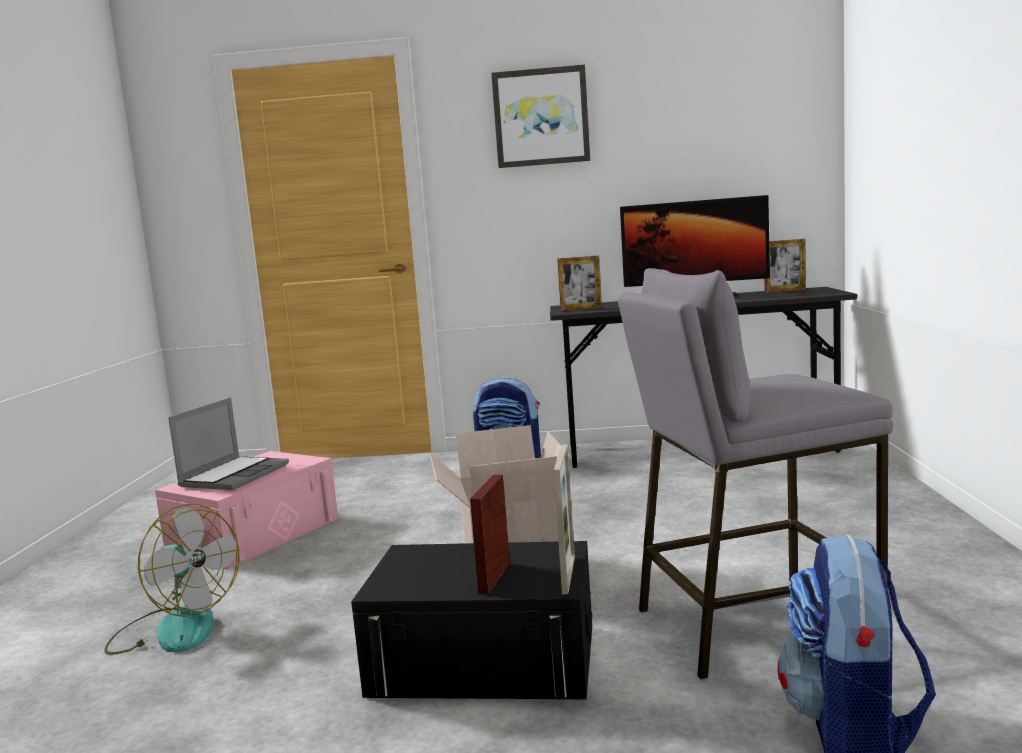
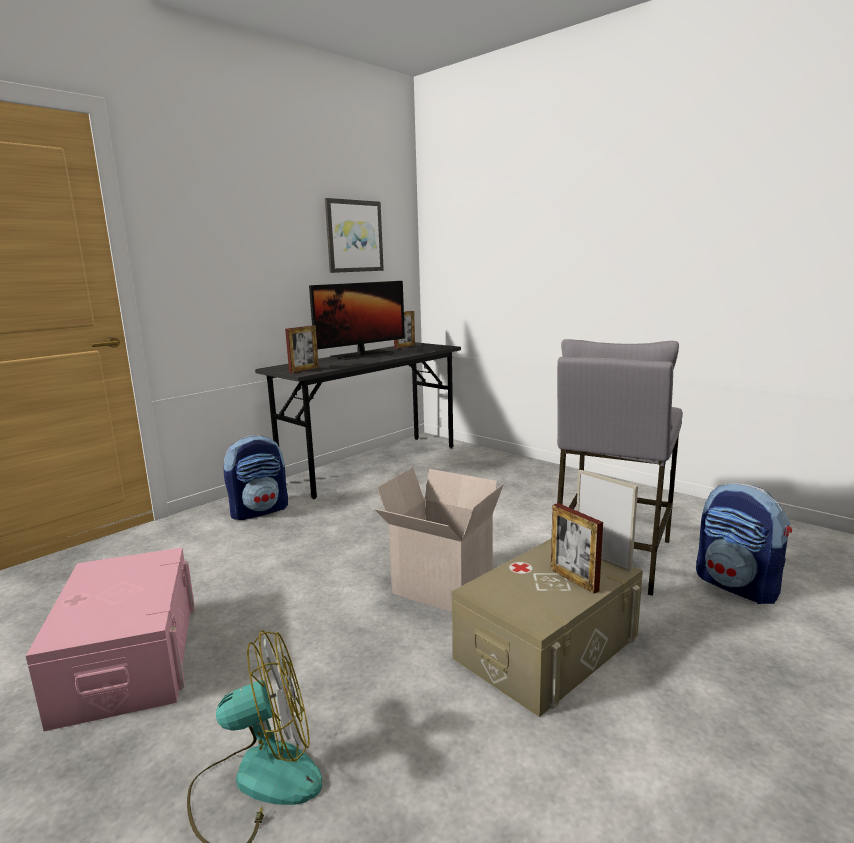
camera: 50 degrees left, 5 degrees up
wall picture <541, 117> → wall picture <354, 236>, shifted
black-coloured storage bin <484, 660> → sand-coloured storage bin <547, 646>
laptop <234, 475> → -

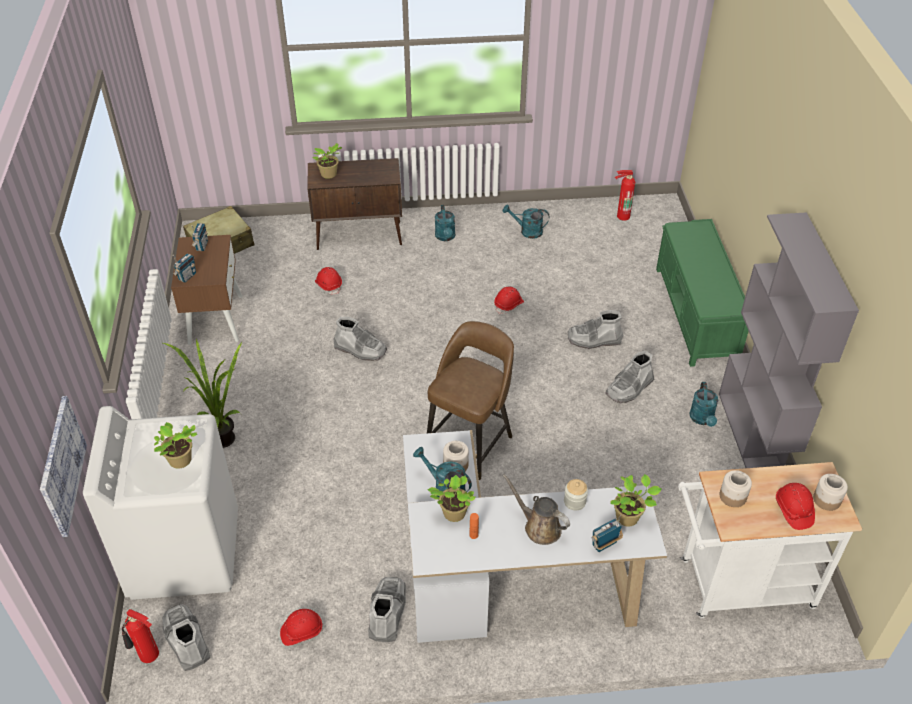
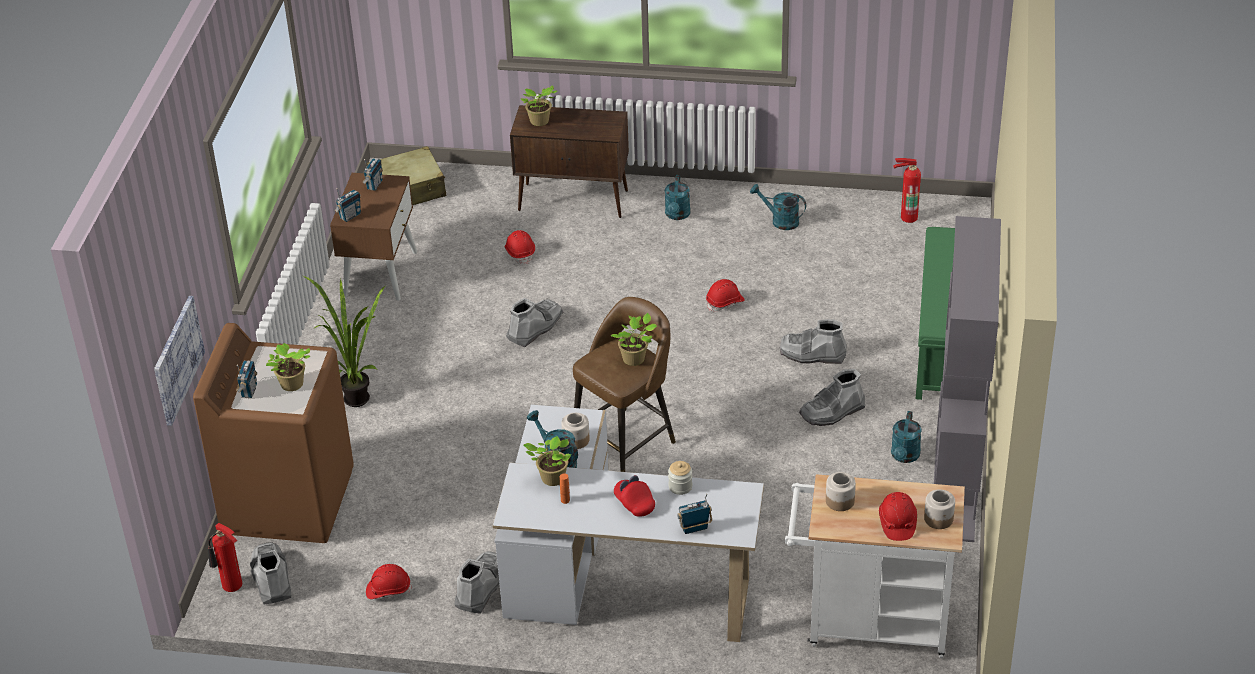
camera: 15 degrees right, 5 degrees down
white-coloured washing machine <184, 553> → brownish washing machine <289, 501>
- → radio <248, 391>
greyish boot <360, 349> → greyish boot <534, 328>, 90 degrees counterclockwise
plant in a pot <629, 517> → plant in a pot <635, 359>, shifted
brownish watering can <539, 527> → red-coloured cap <634, 503>

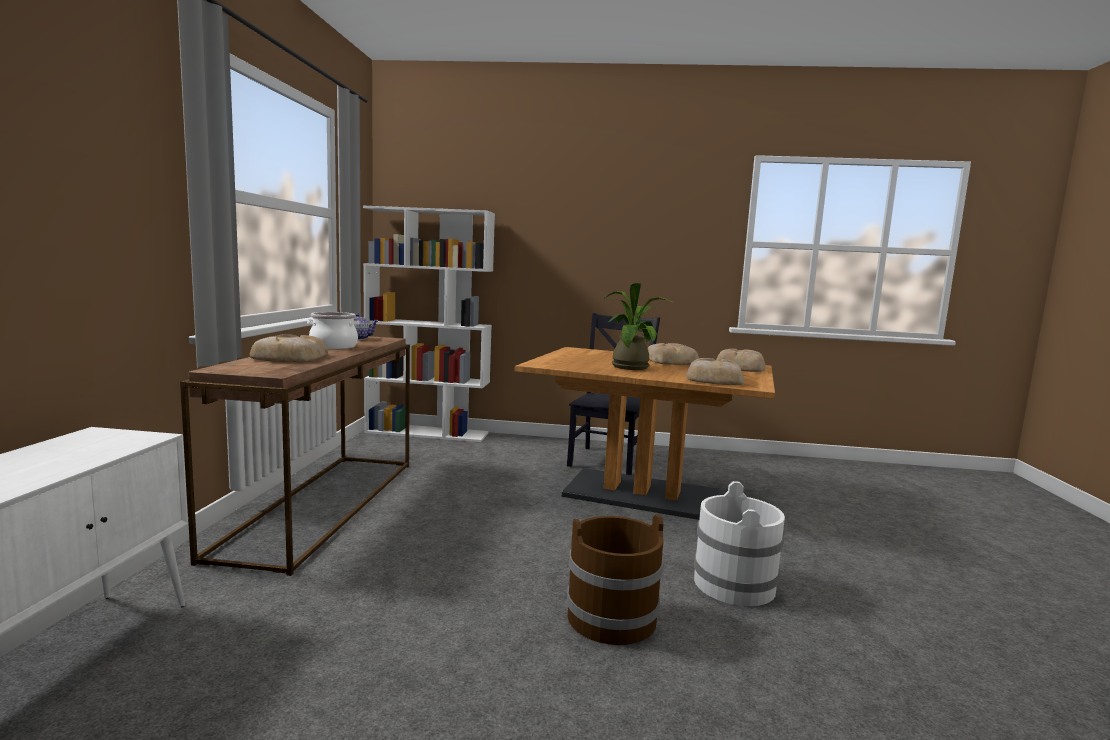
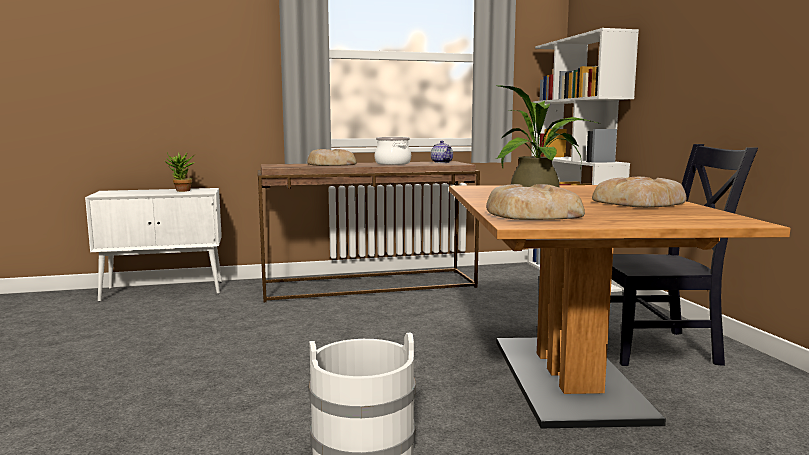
camera: 70 degrees right, 0 degrees up
- → plant in a pot <181, 191>
brownish pail <612, 617> → -
baked bread <740, 367> → -

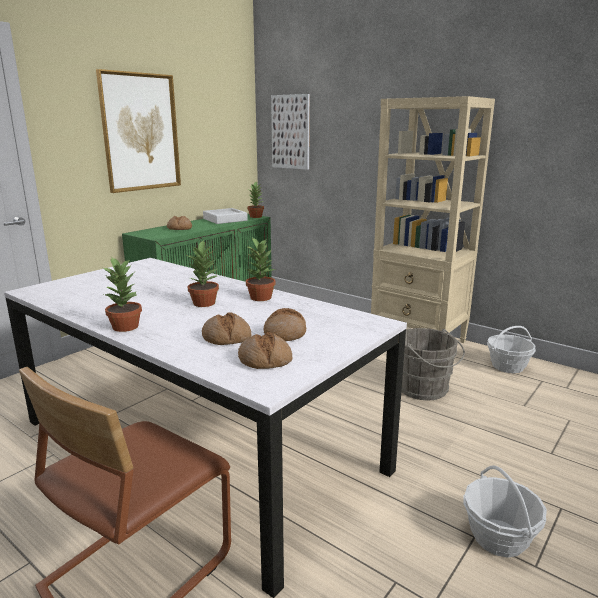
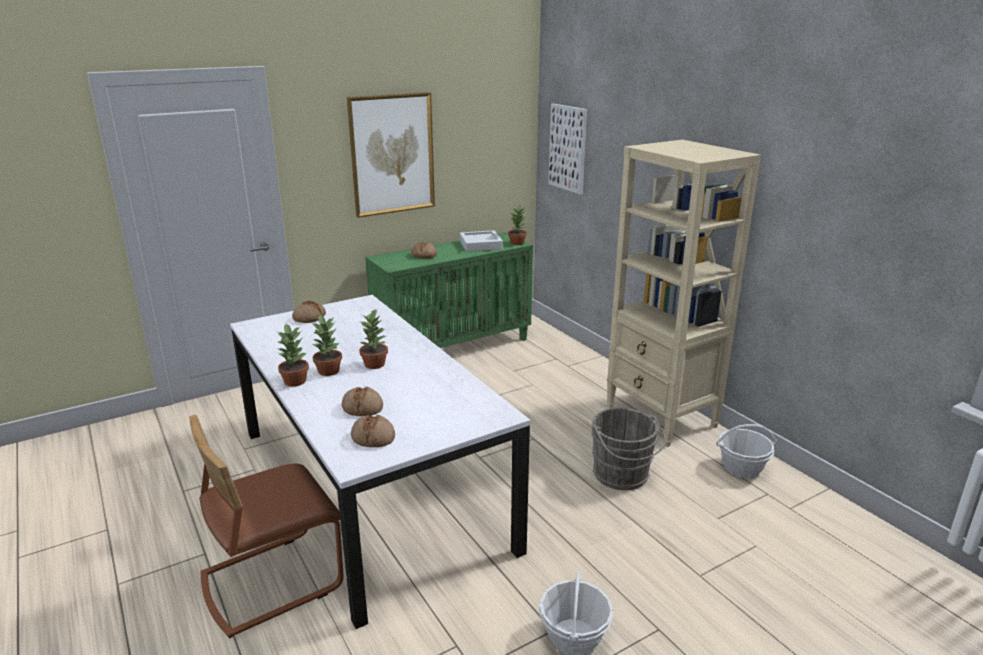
camera: 20 degrees right, 5 degrees up
baked bread <285, 333> → baked bread <309, 317>, shifted
plant in a pot <261, 297> → plant in a pot <329, 371>, shifted

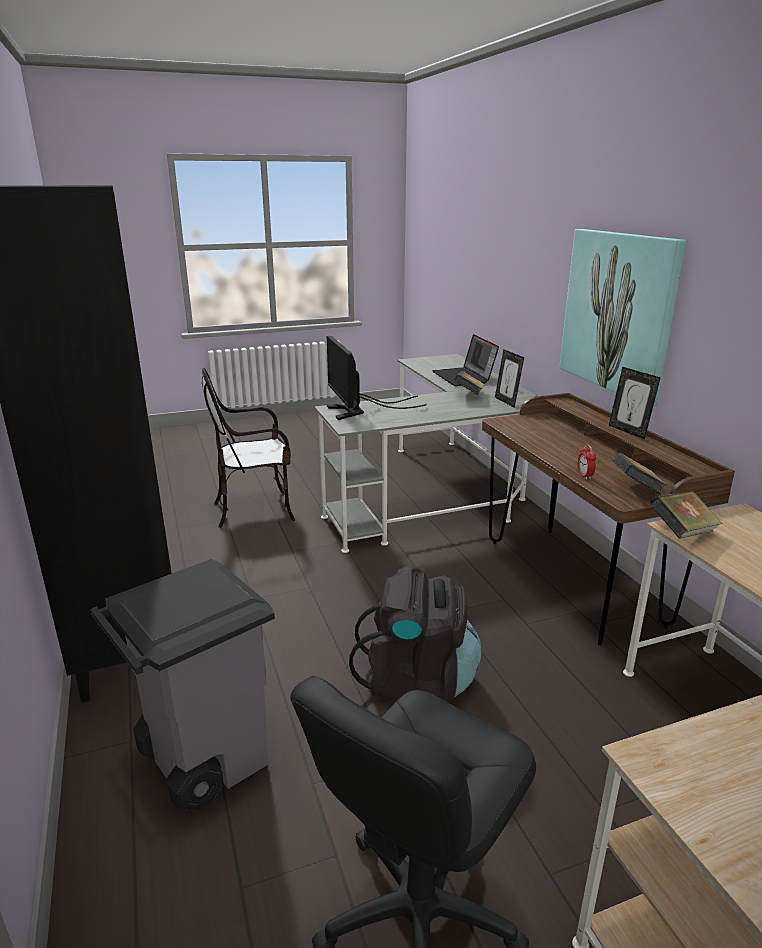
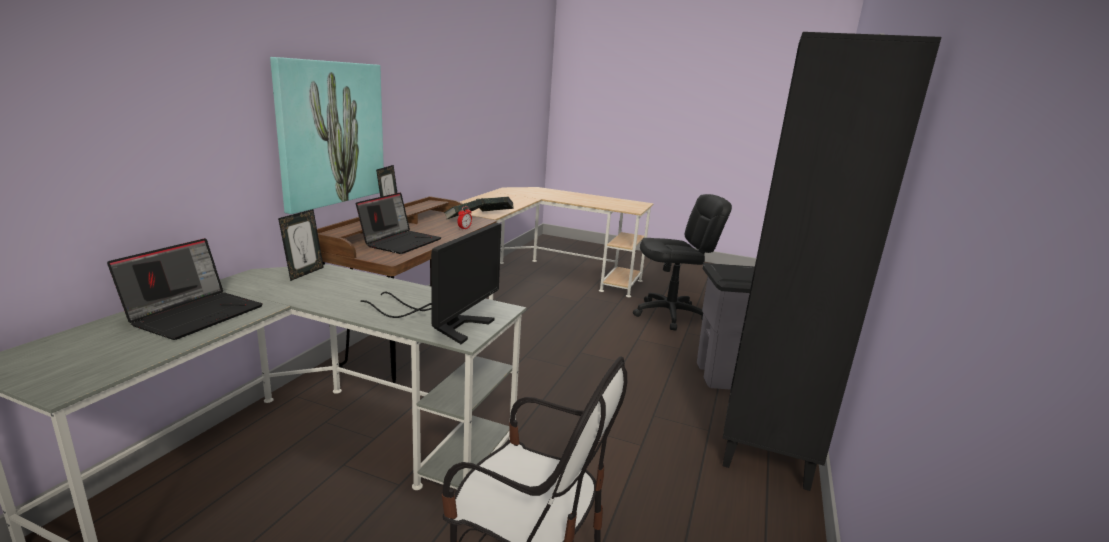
camera: 140 degrees left, 5 degrees down
- → laptop <401, 242>
black-coloured backpack <417, 679> → -
volume <469, 395> → -

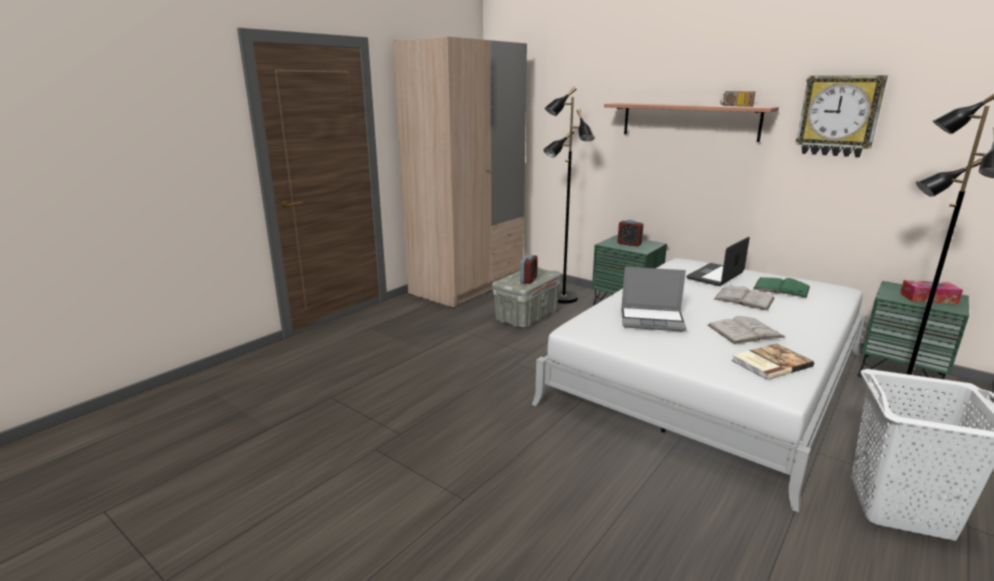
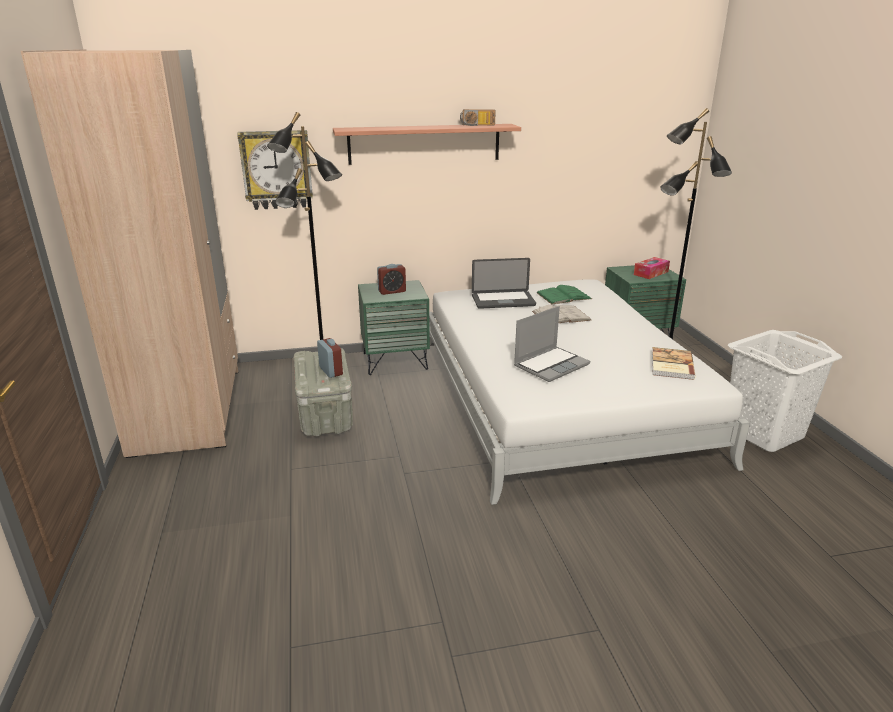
camera: 50 degrees left, 5 degrees up
hanging clock <838, 116> → hanging clock <276, 170>, shifted
laptop <715, 275> → laptop <503, 301>, 90 degrees counterclockwise
white-coloured volume <745, 331> → -

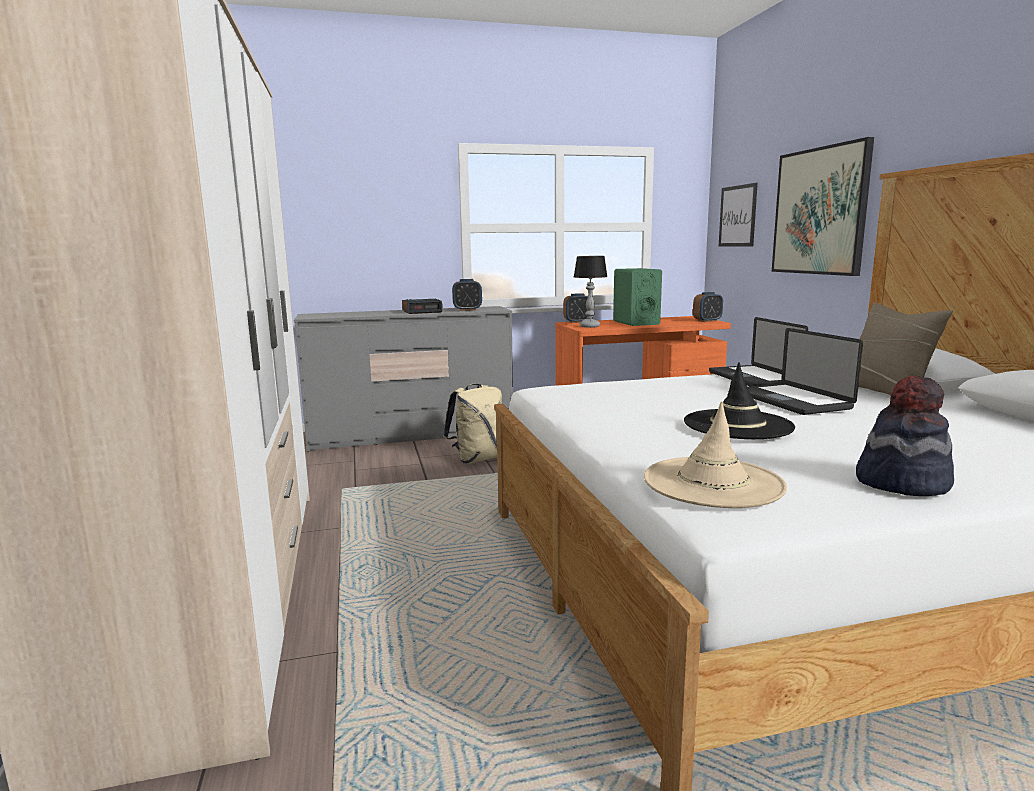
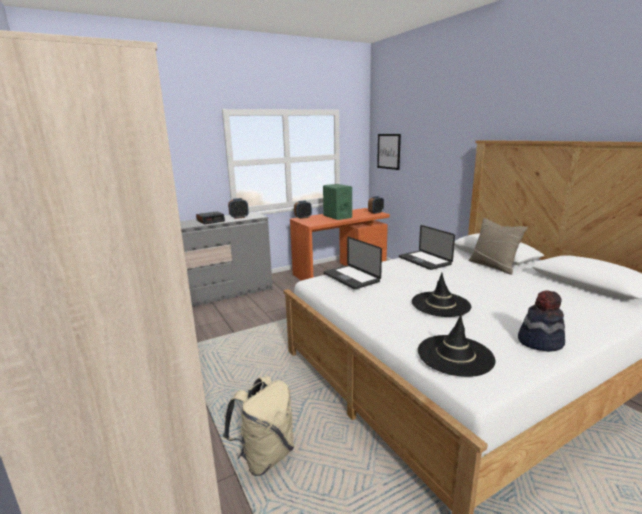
camera: 15 degrees left, 5 degrees up
sand-coloured backpack <477, 459> → sand-coloured backpack <265, 456>, shifted
laptop <791, 401> → laptop <351, 278>, shifted
sand-coloured clothing hat <712, 482> → black-coloured clothing hat <455, 355>
lamp for a table <590, 326> → -
wall picture <820, 211> → -

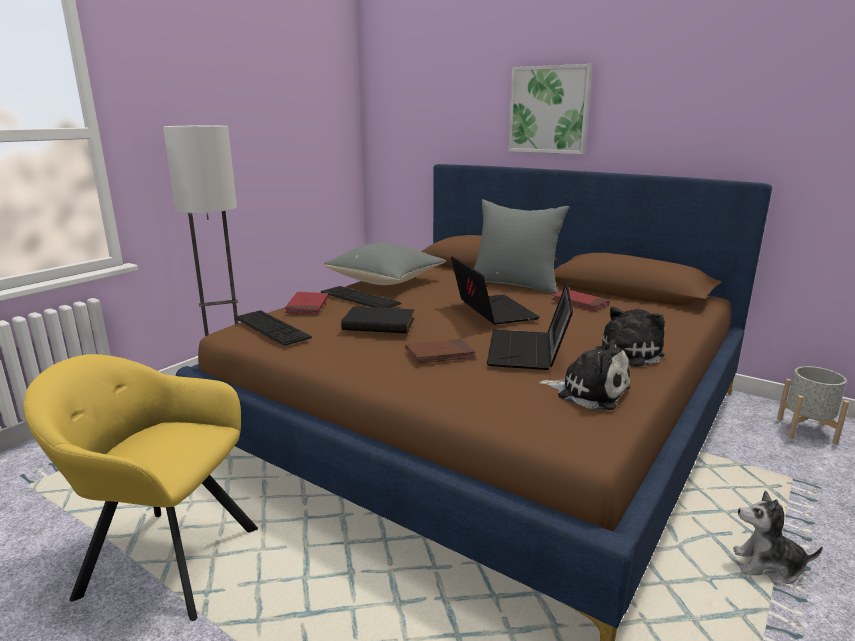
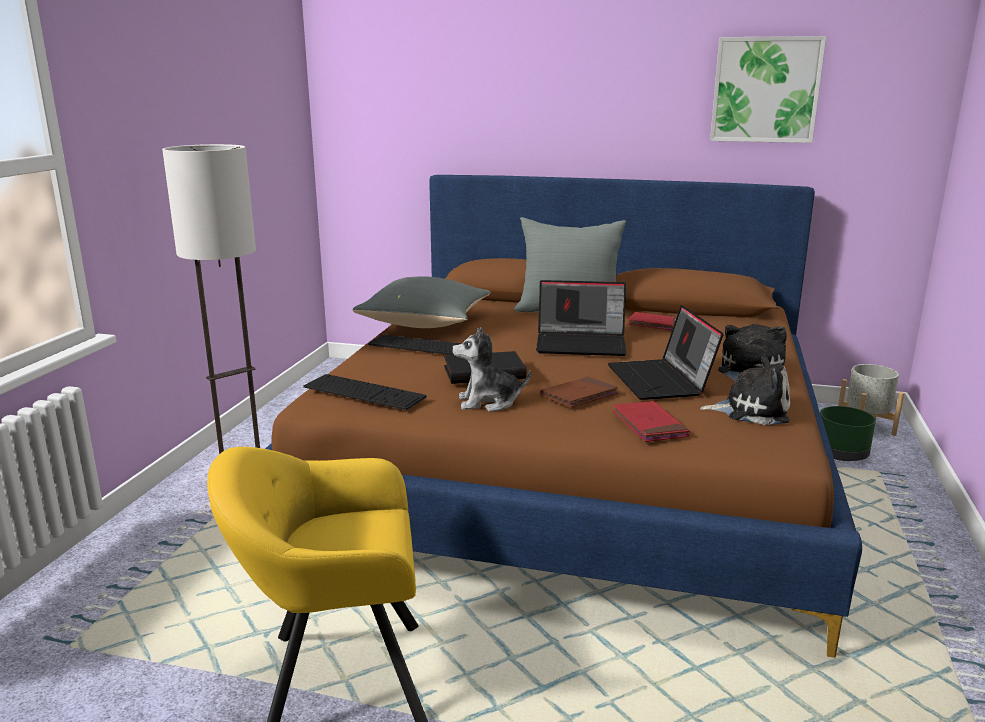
camera: 20 degrees left, 0 degrees up
soft toy <768, 566> → soft toy <488, 402>, shifted
laptop <491, 311> → laptop <582, 344>, 135 degrees clockwise
red-coloured volume <307, 306> → red-coloured volume <649, 425>, shifted
wall picture <549, 110> → wall picture <765, 90>, shifted
- → green-coloured plant pot <841, 453>

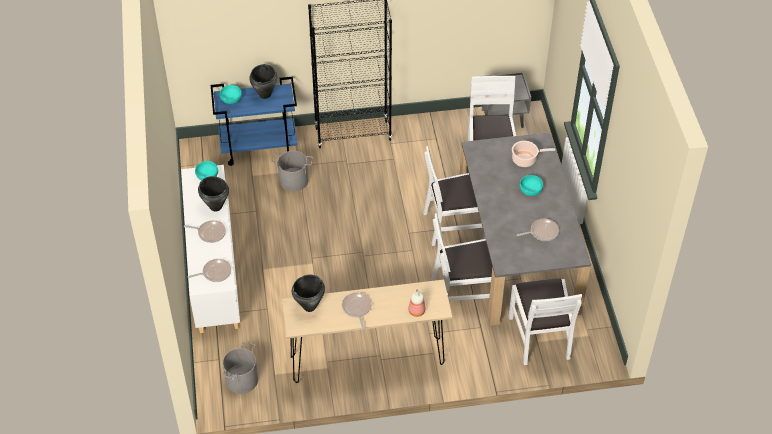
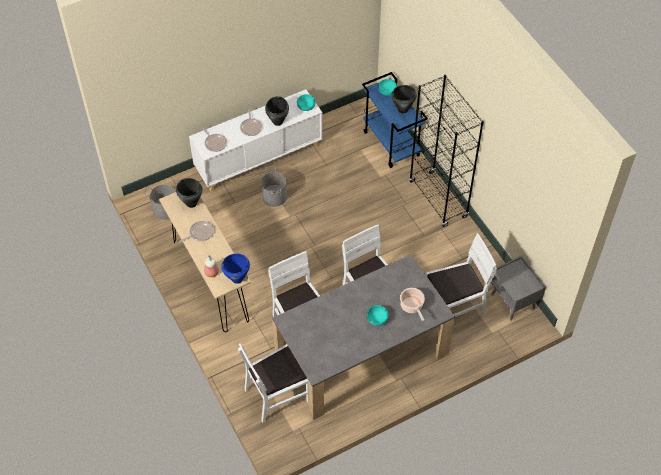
camera: 70 degrees right, 5 degrees up
- → blue cooking pot <237, 279>
greyish pail <294, 180> → greyish pail <274, 196>, shifted
pan <542, 232> → -

